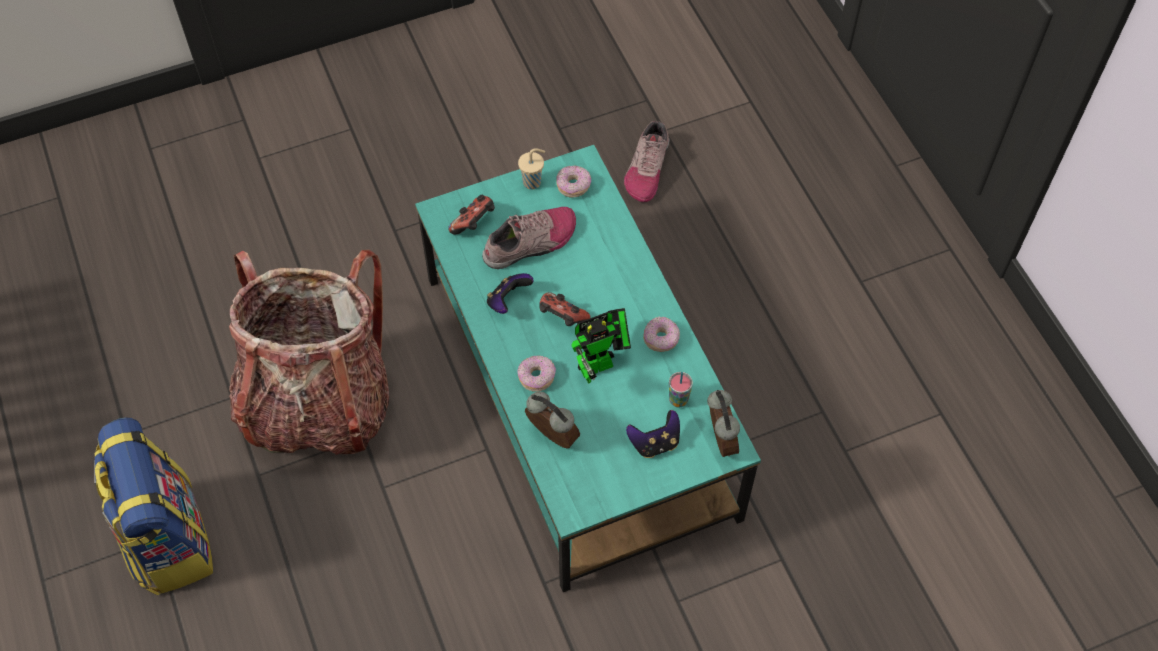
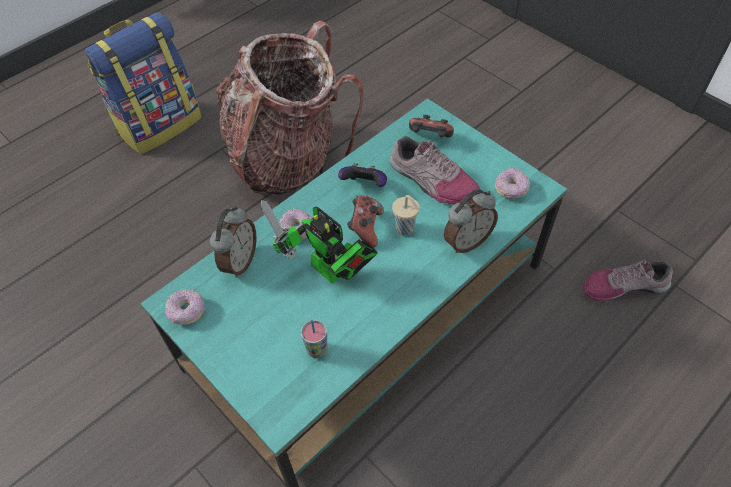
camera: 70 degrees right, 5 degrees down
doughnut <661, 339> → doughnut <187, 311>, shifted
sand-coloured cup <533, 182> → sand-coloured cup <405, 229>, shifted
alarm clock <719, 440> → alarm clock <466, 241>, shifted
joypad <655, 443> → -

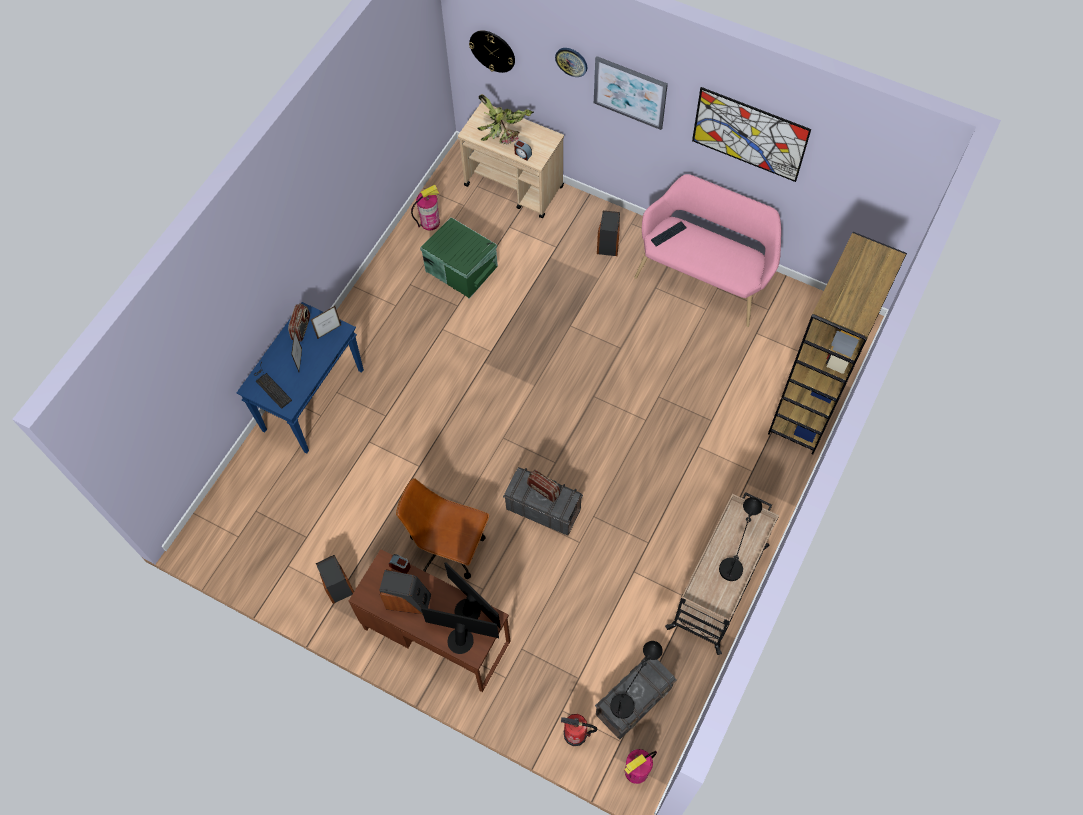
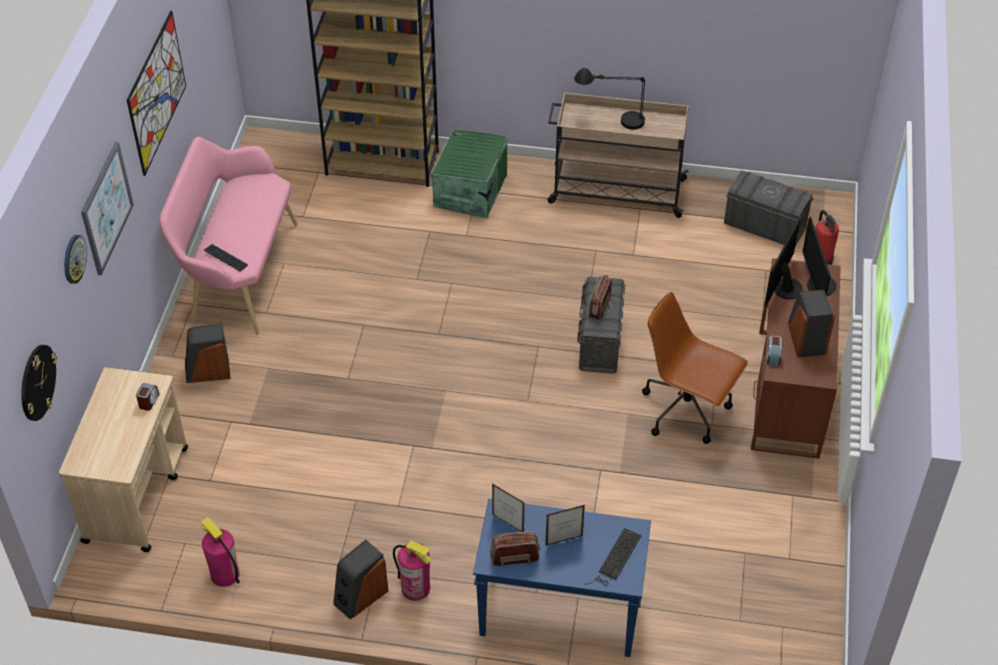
camera: 110 degrees left, 15 degrees down
audio speaker <336, 583> → audio speaker <360, 596>, shifted
fire extinguisher <636, 771> → fire extinguisher <415, 587>, shifted
green-coloured storage bin <461, 267> → green-coloured storage bin <469, 191>, shifted
brownish desk chair <449, 548> → brownish desk chair <687, 411>, 120 degrees clockwise
plant in a pot <505, 134> → -
black-coloured lamp for a table <633, 688> → -

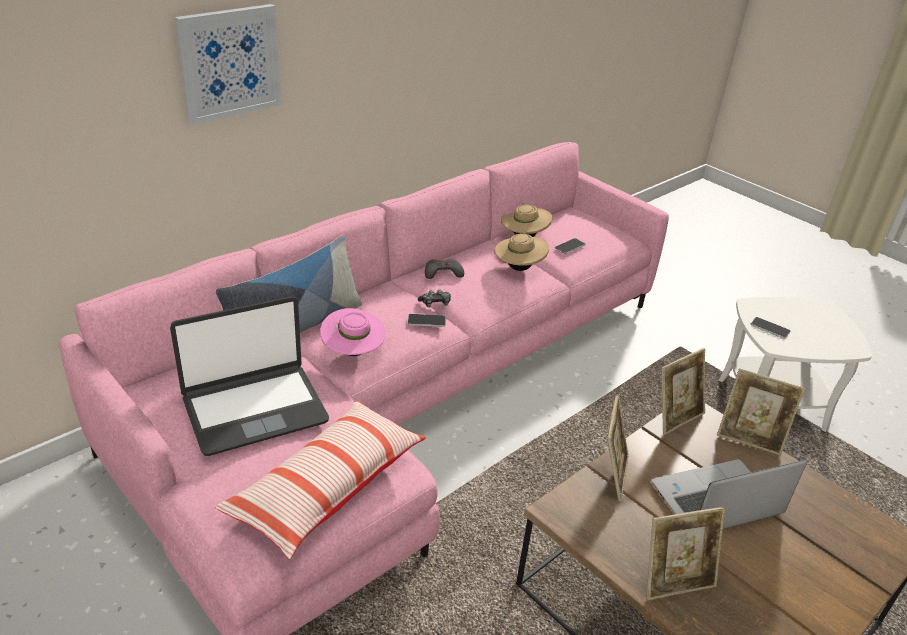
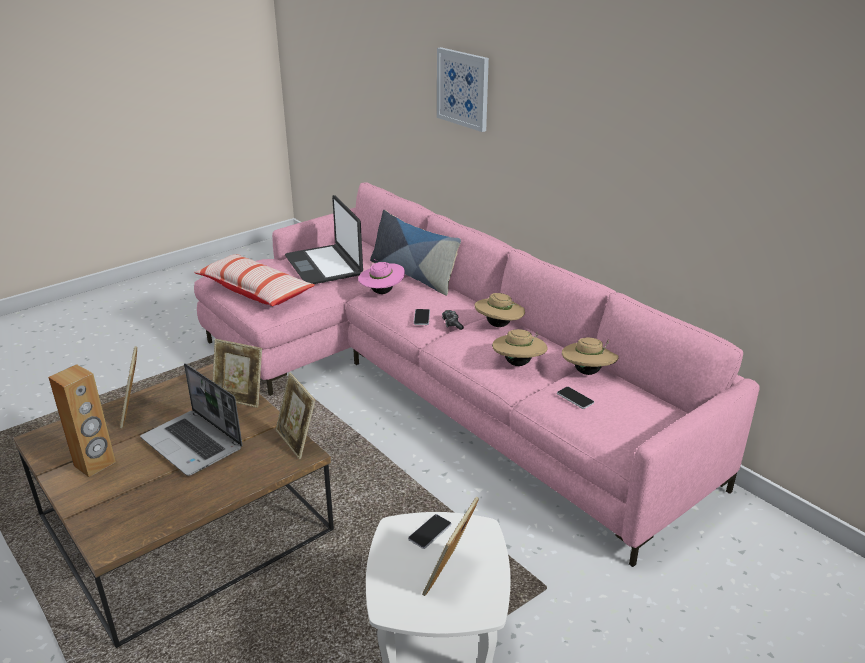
camera: 95 degrees right, 5 degrees down
- → brownish audio speaker <95, 464>
laptop <715, 502> → laptop <194, 444>, 150 degrees clockwise
standing frame <750, 438> → standing frame <449, 575>, shifted
greyish joypad <443, 272> → sand-coloured clothing hat <499, 325>

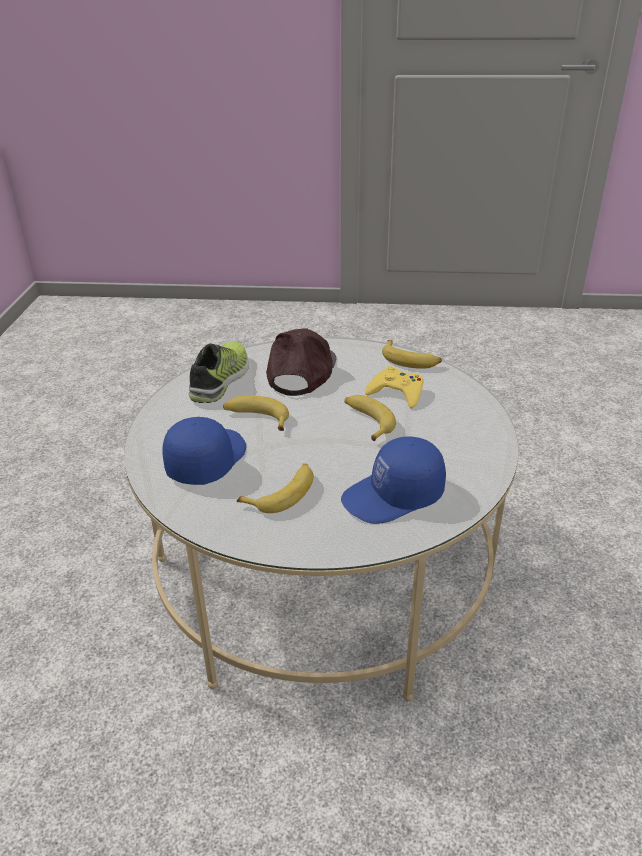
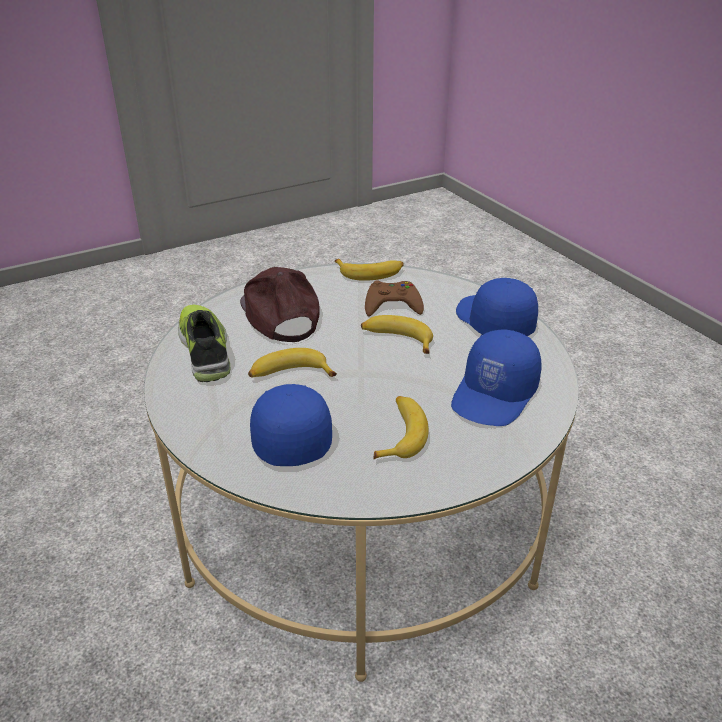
camera: 35 degrees left, 0 degrees up
yellowish joypad <397, 393> → brownish joypad <392, 305>
- → blue cap <493, 322>

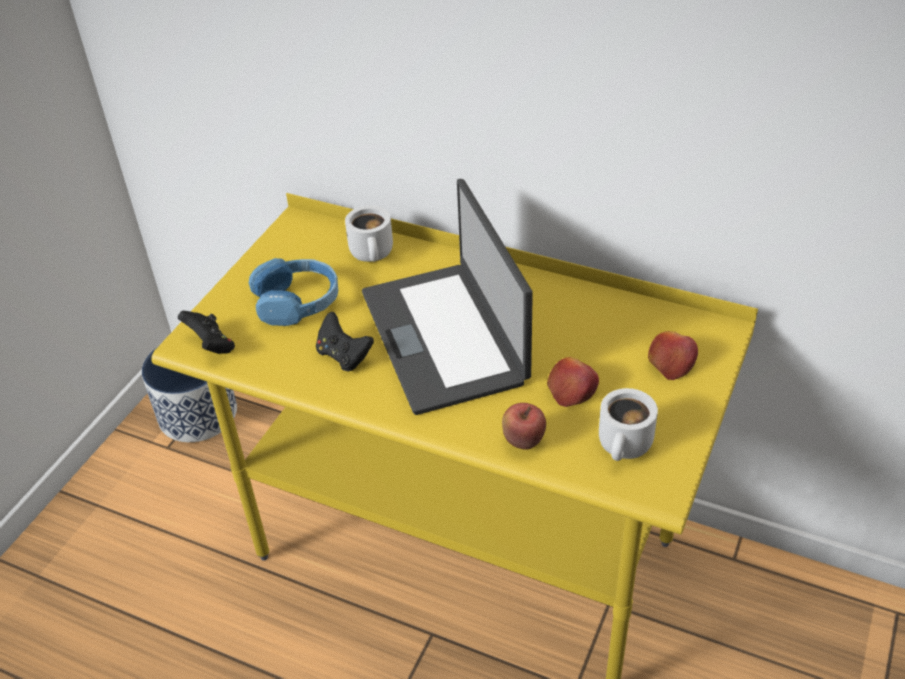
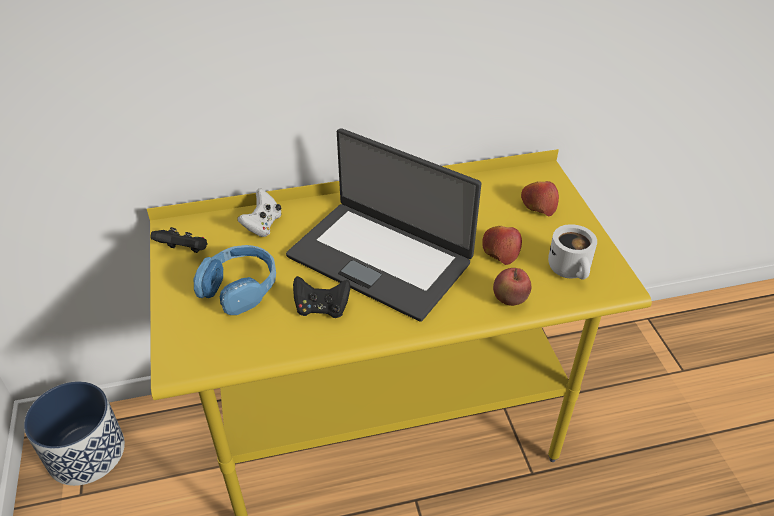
camera: 40 degrees left, 0 degrees up
black-coloured joypad <211, 345> → black-coloured joypad <184, 251>, shifted
white-coloured mug <374, 254> → white-coloured joypad <263, 225>

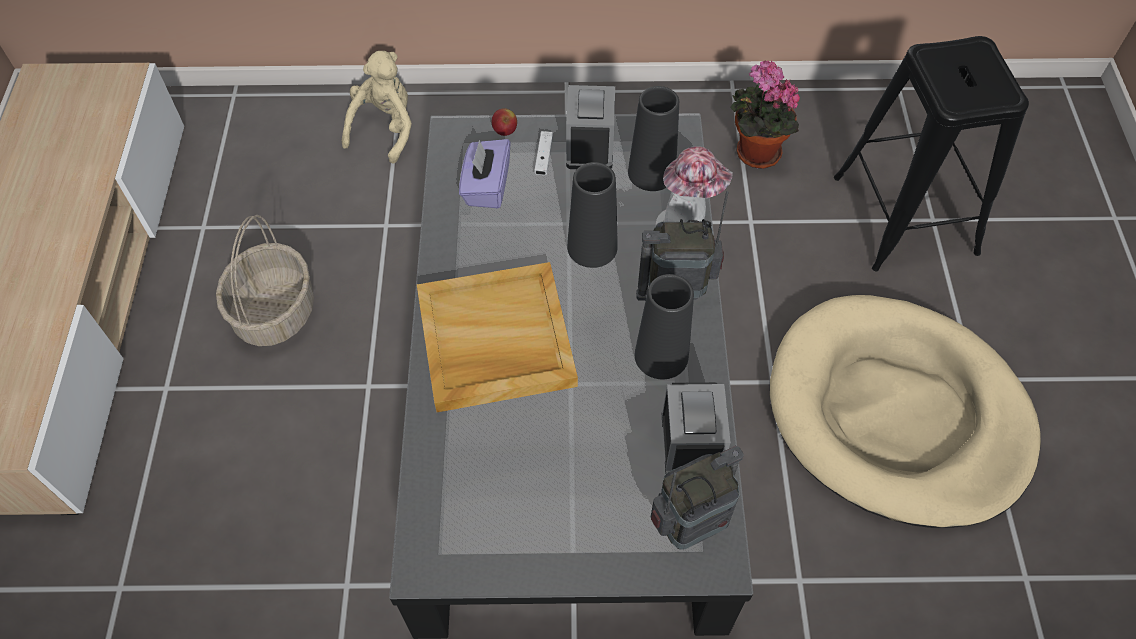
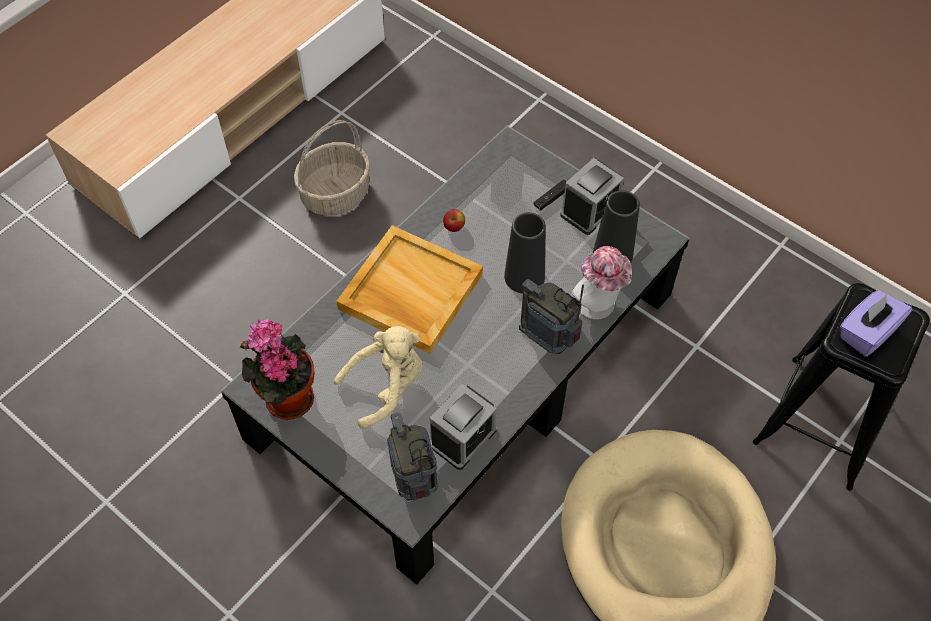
camera: 40 degrees right, 0 degrees up
plant in a pot <753, 153> → plant in a pot <286, 396>, shifted
sand-coloured soft toy <385, 129> → sand-coloured soft toy <387, 386>, shifted
radio <690, 525> → radio <415, 481>, 120 degrees counterclockwise
whole apple <505, 131> → whole apple <454, 227>, shifted
white-coloured joypad <544, 158> → black-coloured joypad <551, 198>
purplish tissue holder <486, 187> → purplish tissue holder <866, 332>, shifted
black-coloured flower vase <661, 356> → -

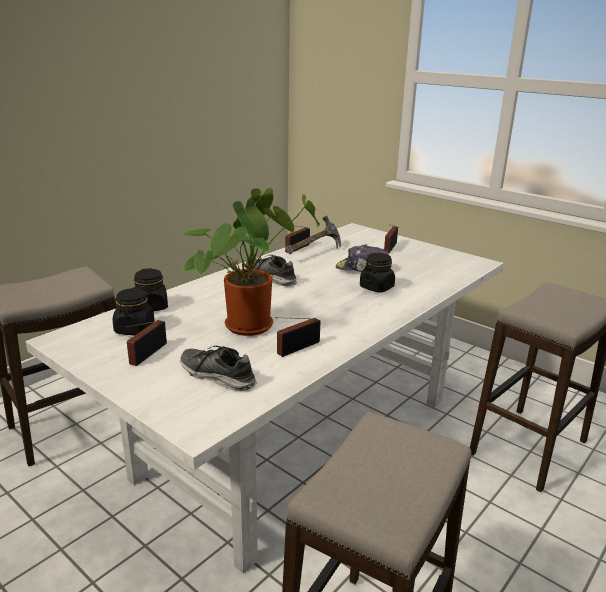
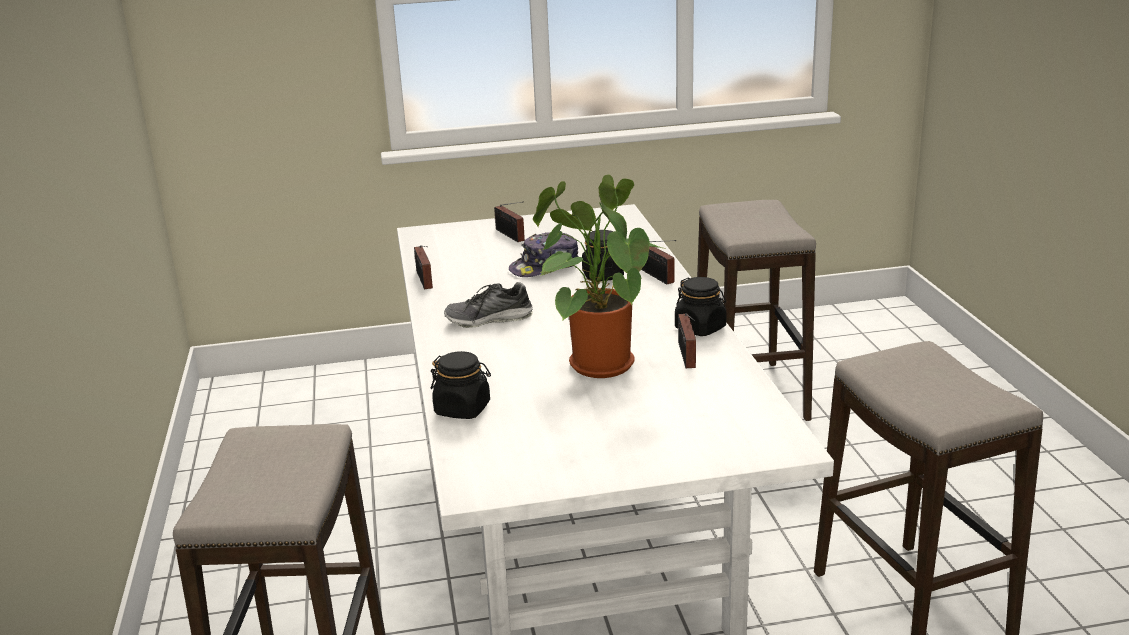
camera: 50 degrees left, 0 degrees up
radio <146, 355> → radio <657, 276>, shifted
black-coloured jar <134, 329> → black-coloured jar <700, 328>, shifted
low shoe <217, 376> → -
hand hammer <313, 253> → -

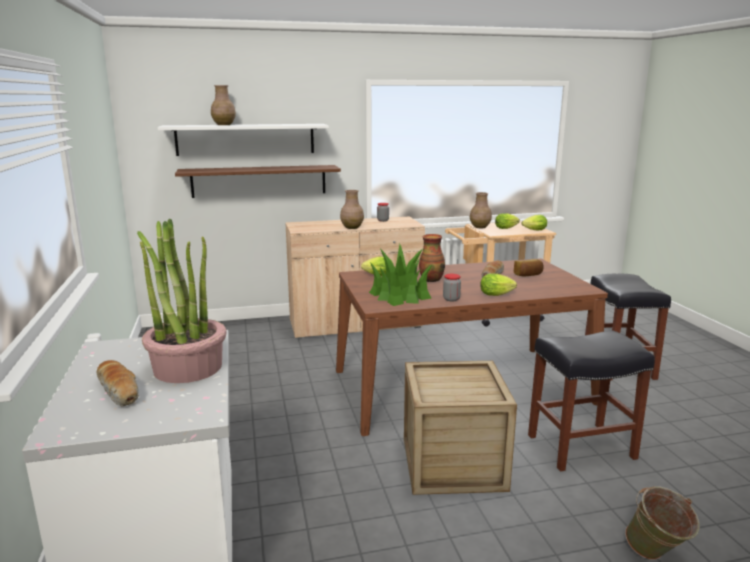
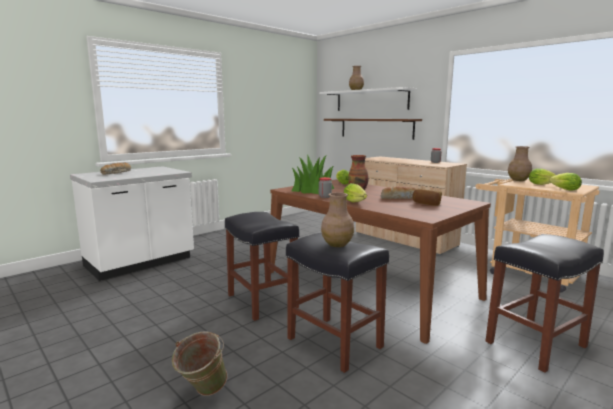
camera: 60 degrees right, 5 degrees down
crate <453, 464> → black-coloured stool <261, 301>
brownish flower vase <351, 227> → brownish flower vase <336, 244>, shifted
plant in a pot <187, 367> → -

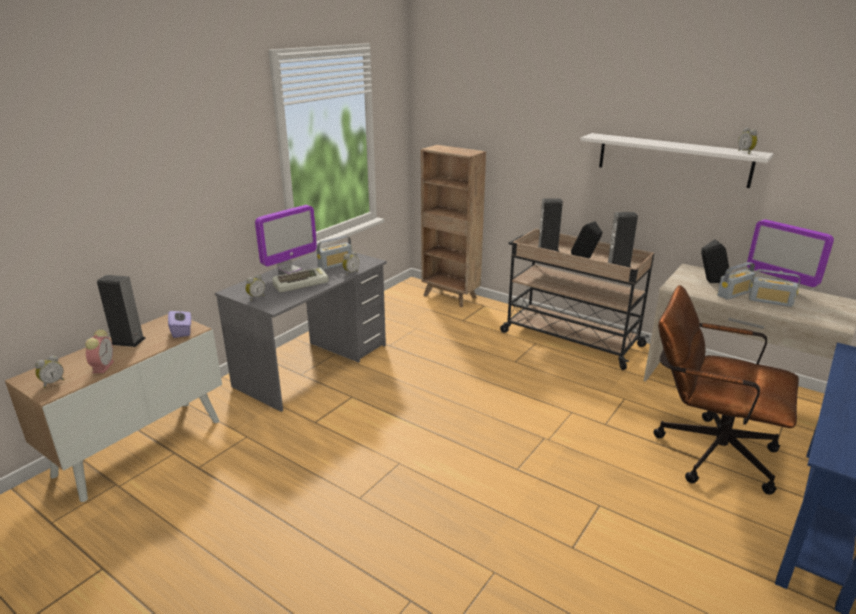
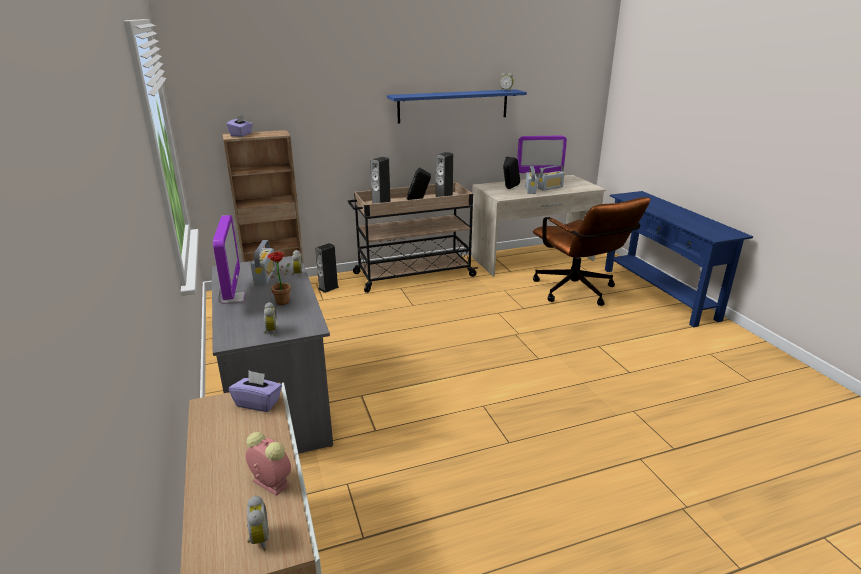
camera: 55 degrees left, 0 degrees up
- → purplish tissue holder <241, 135>
keyboard <301, 283> → plant in a pot <279, 302>
audio speaker <128, 341> → audio speaker <328, 288>, shifted
white-coloured wall shelf <672, 159> → blue wall shelf <453, 106>
brownish desk chair <705, 450> → brownish desk chair <578, 292>, 90 degrees counterclockwise

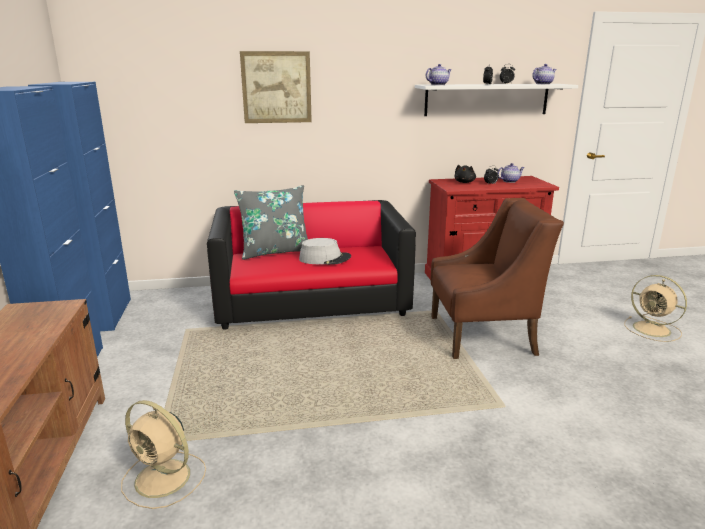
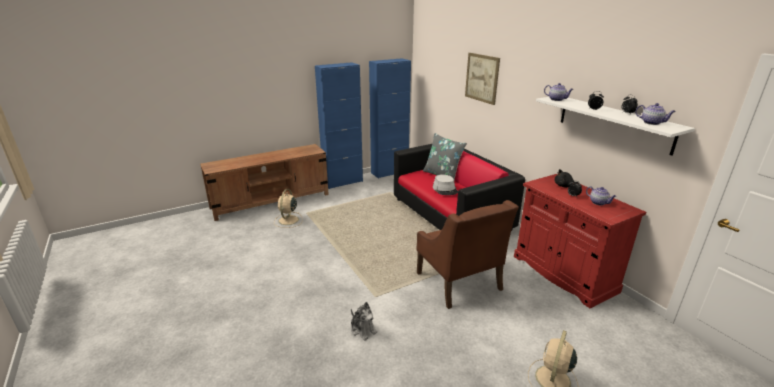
camera: 70 degrees right, 5 degrees up
- → soft toy <363, 329>

